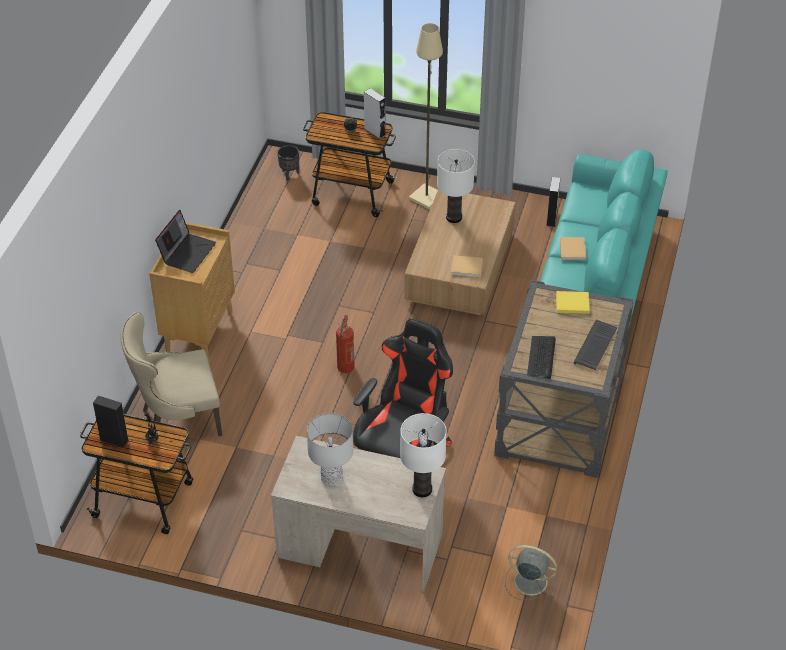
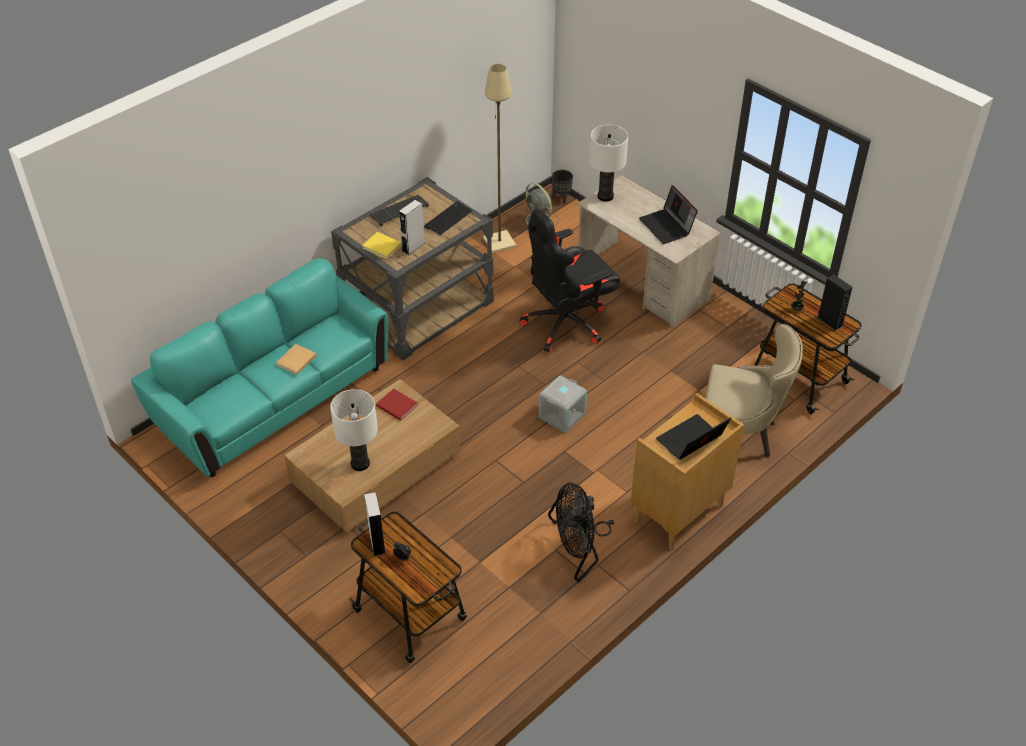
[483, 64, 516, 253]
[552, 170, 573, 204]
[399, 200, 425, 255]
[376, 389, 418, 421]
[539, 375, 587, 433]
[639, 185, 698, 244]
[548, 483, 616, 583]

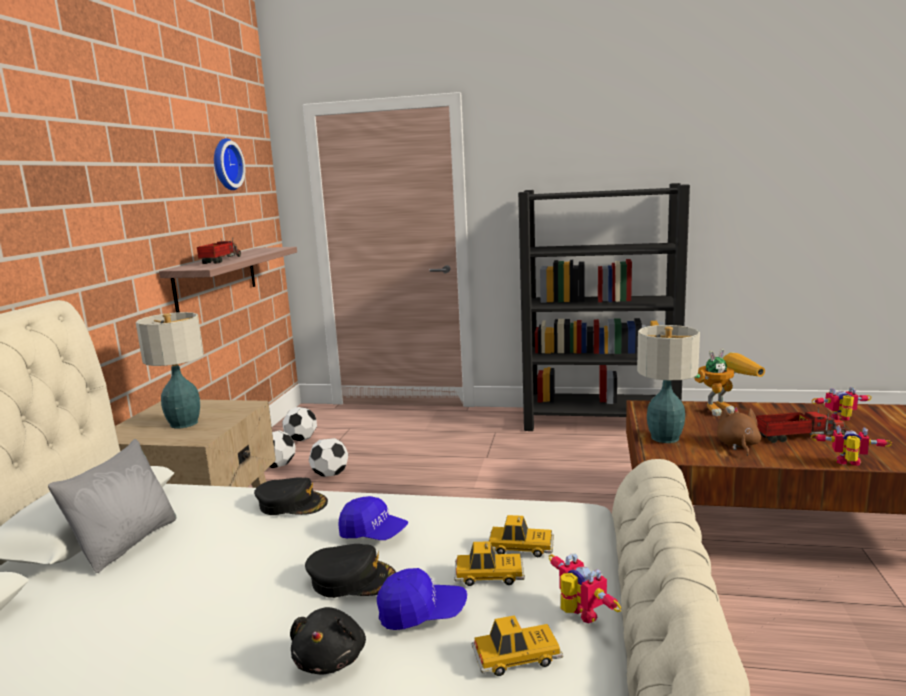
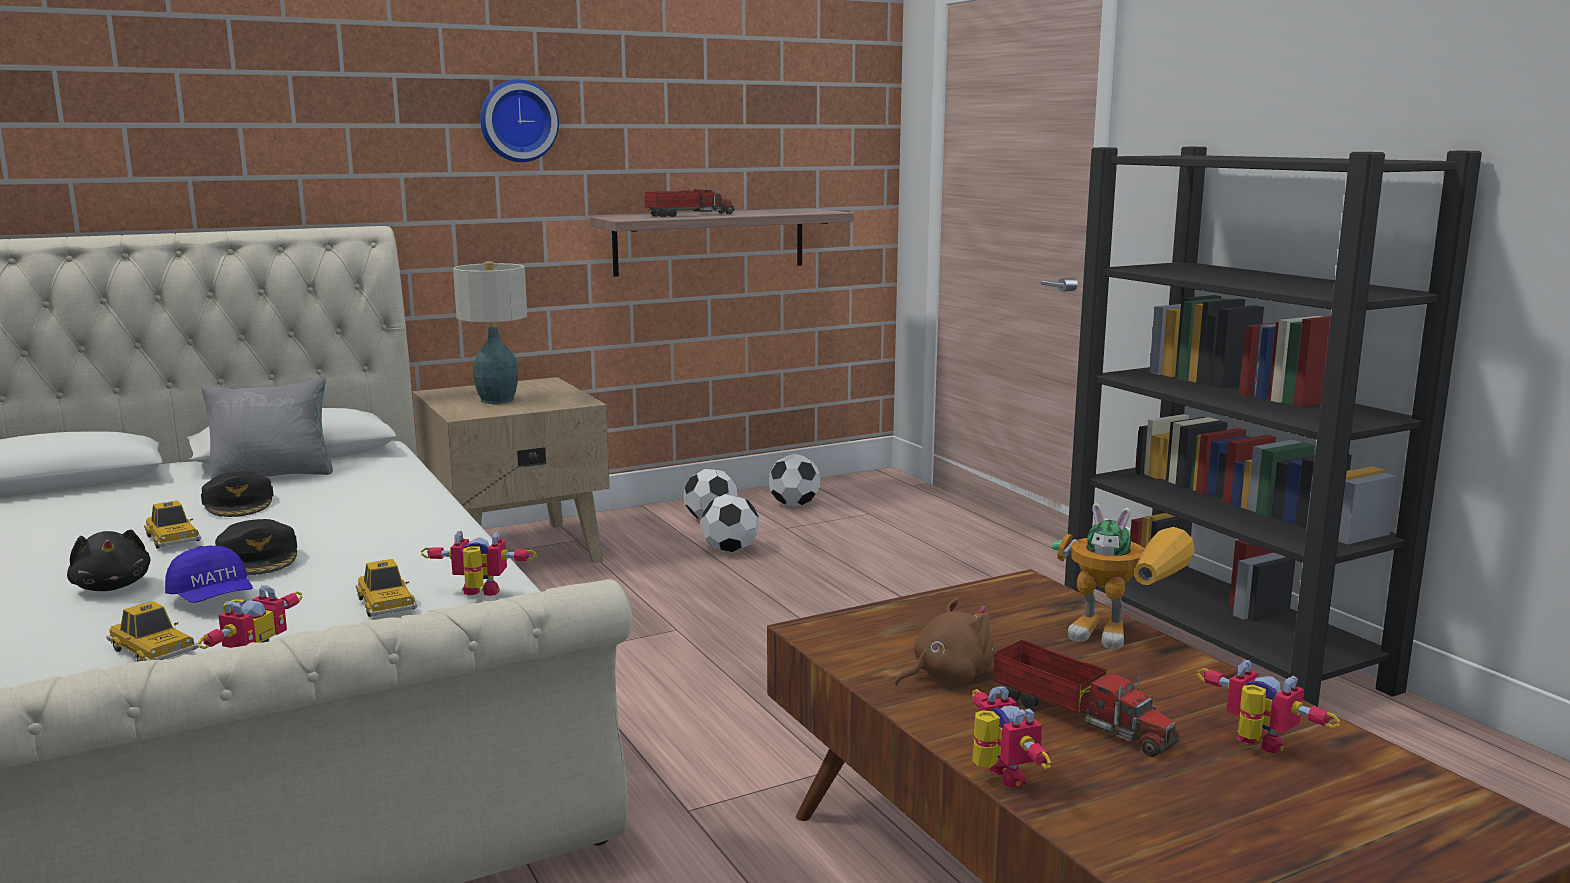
[480, 79, 559, 162]
[637, 325, 700, 443] (first image)
[201, 471, 274, 517]
[339, 496, 408, 540] (first image)
[144, 500, 201, 549]
[67, 529, 150, 591]
[421, 530, 537, 596]

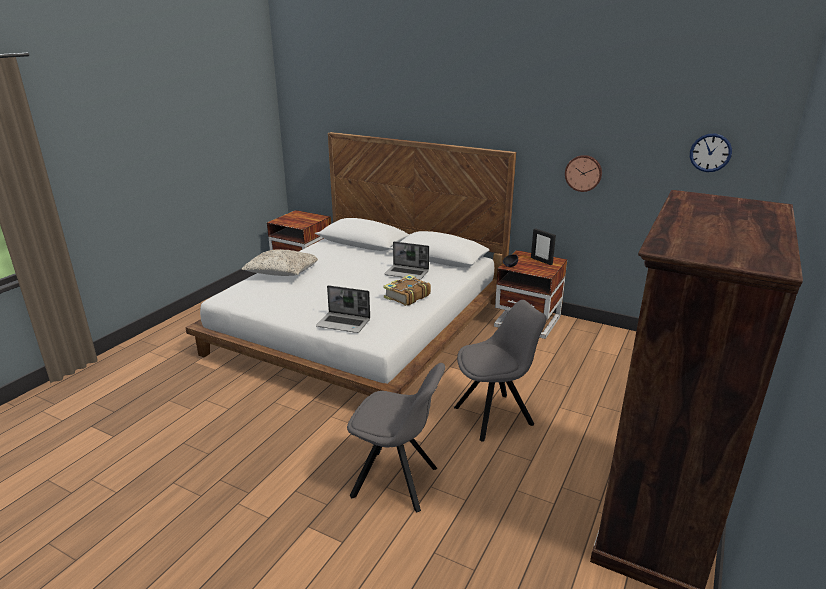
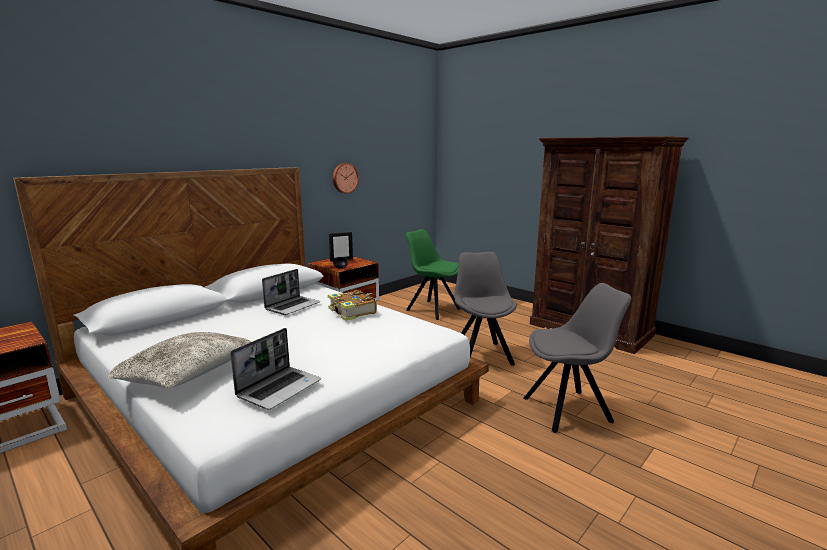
[690, 133, 732, 172] (first image)
[230, 328, 321, 410]
[523, 283, 631, 433]
[406, 229, 460, 320]

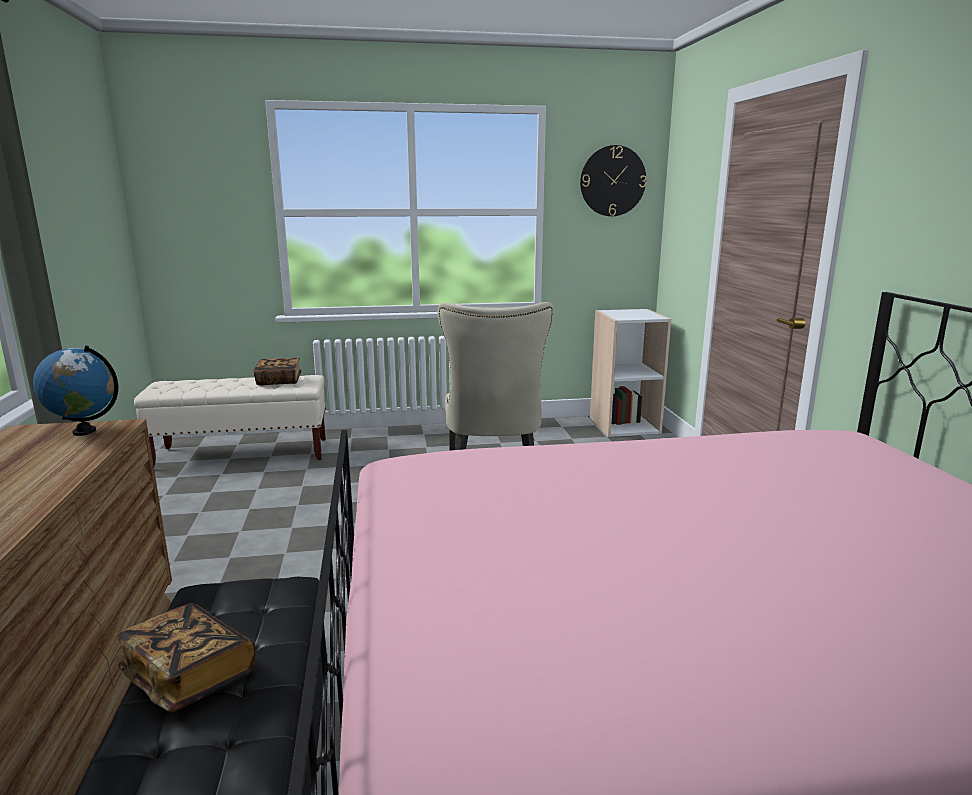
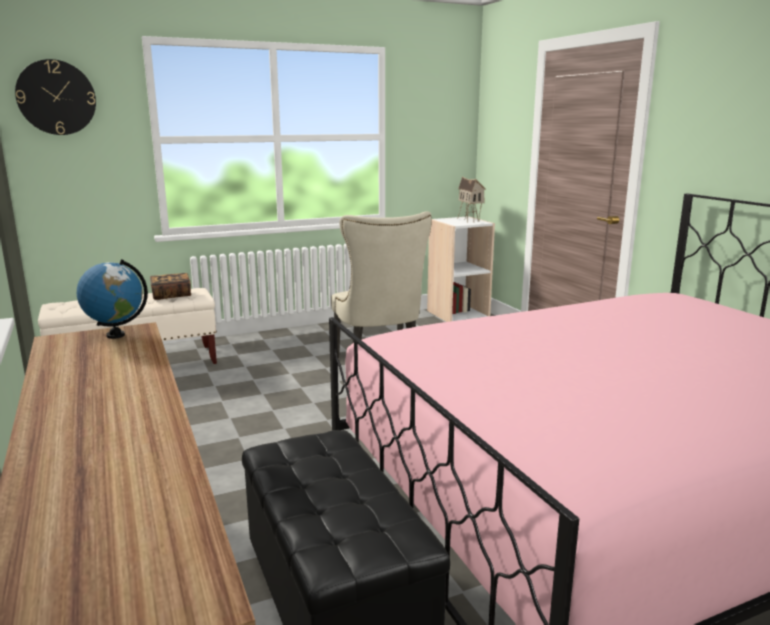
[15, 59, 96, 135]
[117, 604, 256, 712] (first image)
[457, 176, 486, 223]

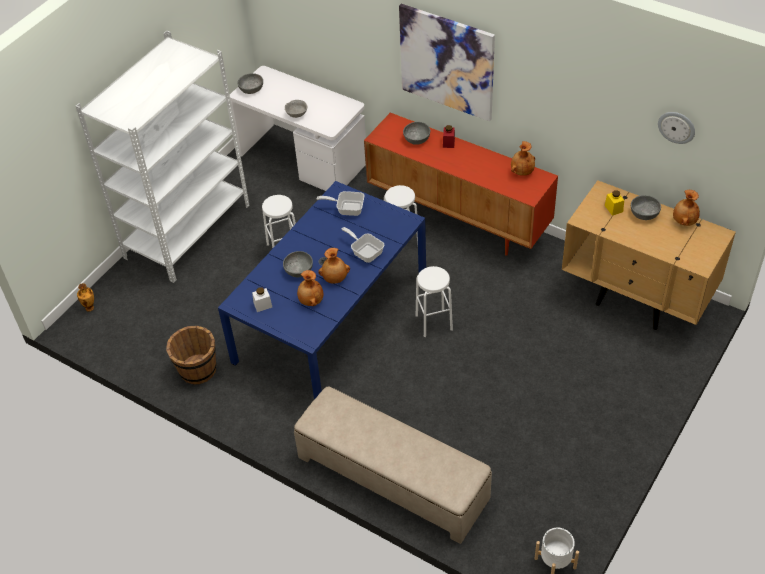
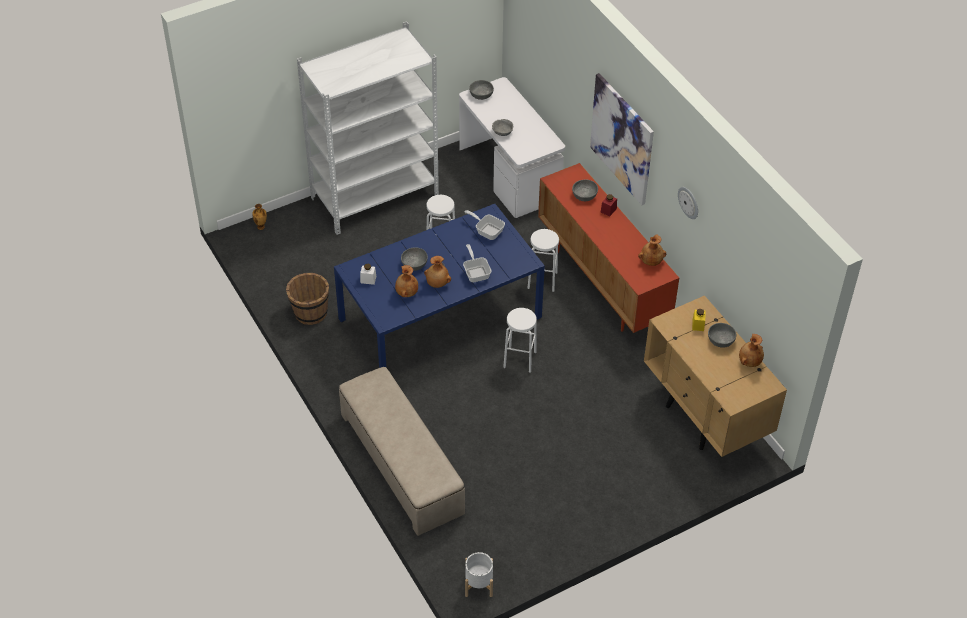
[678, 187, 698, 219]

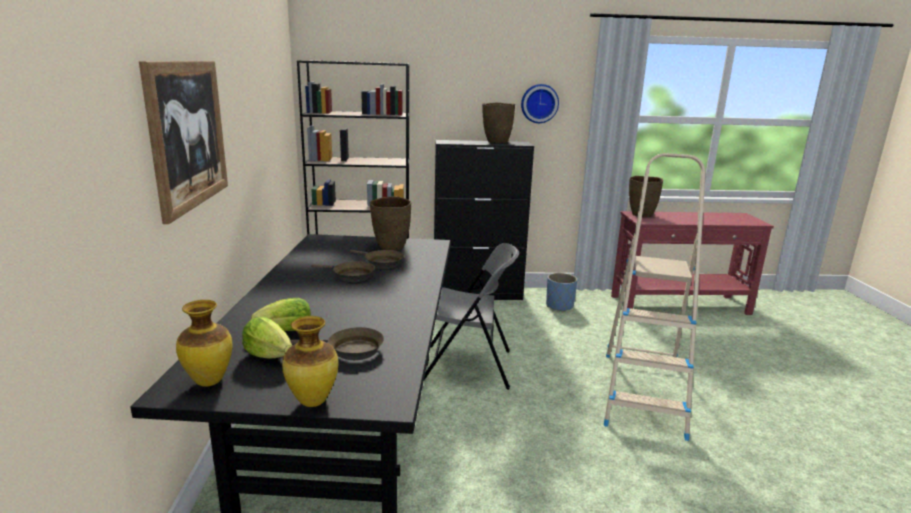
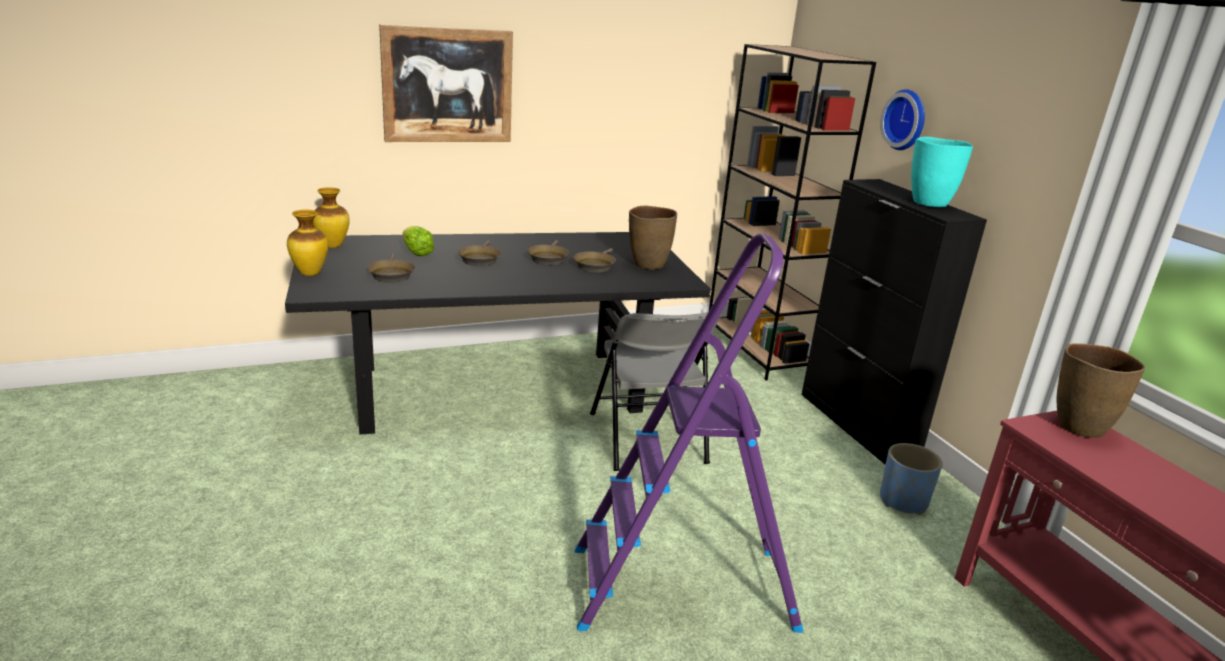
[880, 89, 925, 150]
[911, 137, 973, 207]
[574, 233, 803, 633]
[242, 316, 292, 359] (first image)
[458, 240, 501, 266]

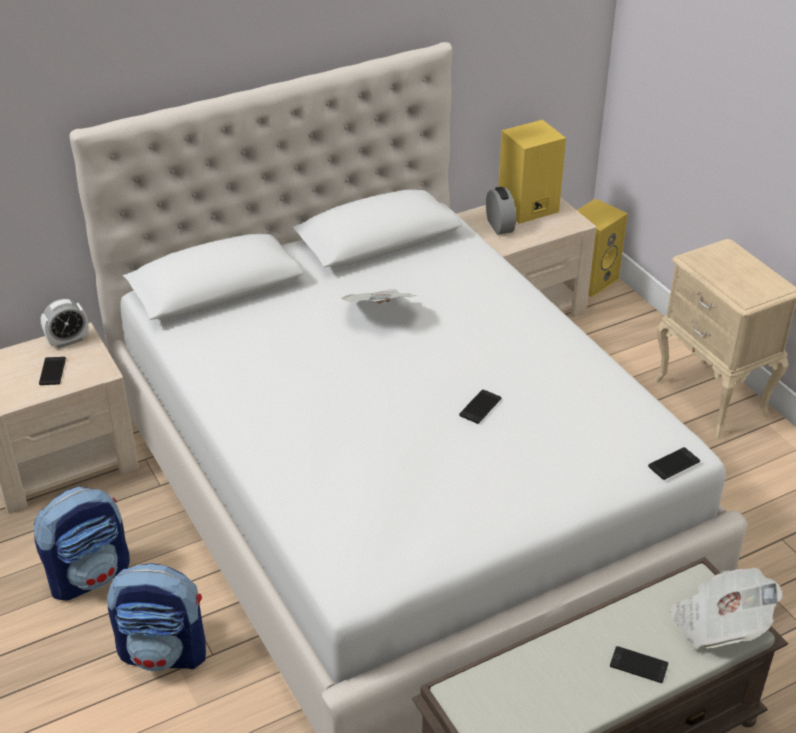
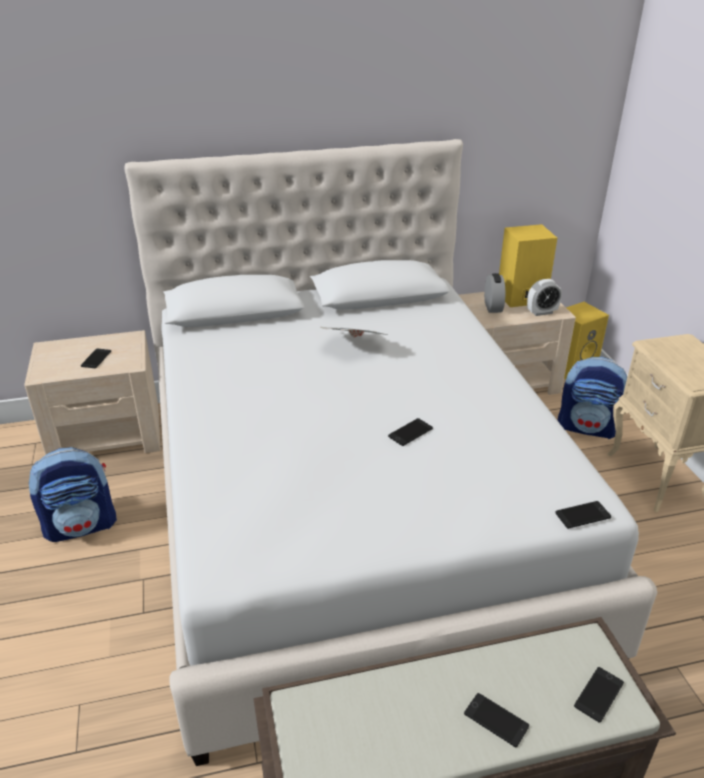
[527, 279, 562, 316]
[558, 357, 627, 439]
[574, 667, 624, 723]

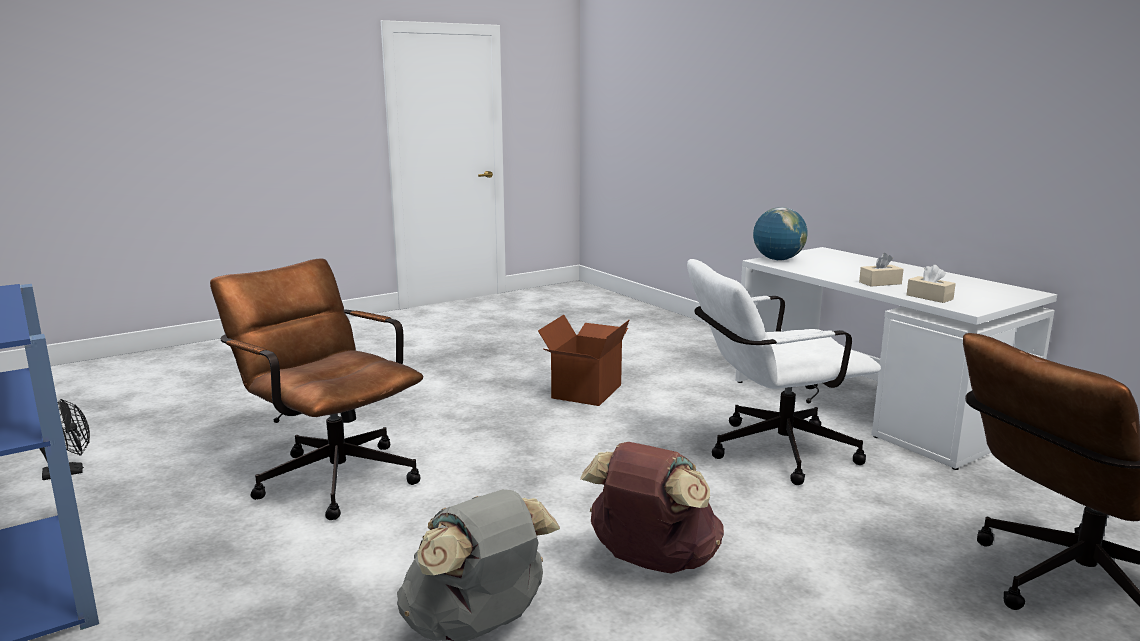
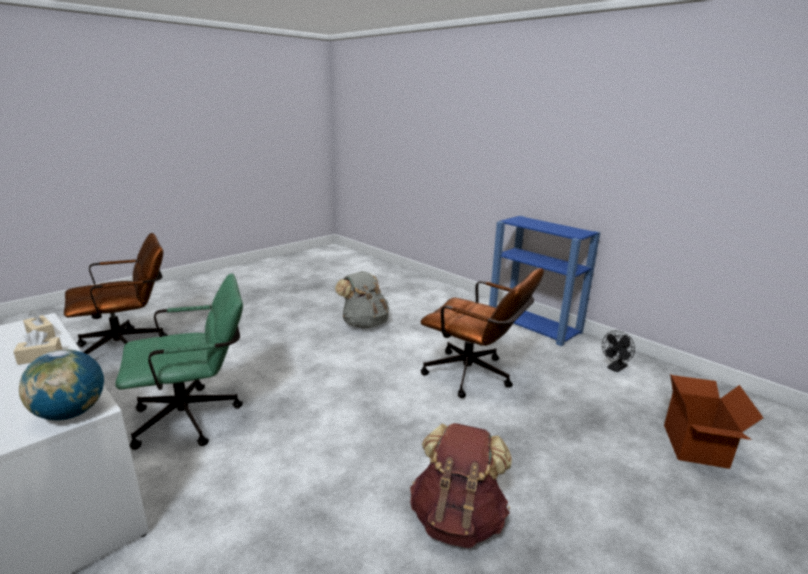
[115, 273, 243, 450]
[664, 373, 763, 469]
[410, 423, 512, 548]

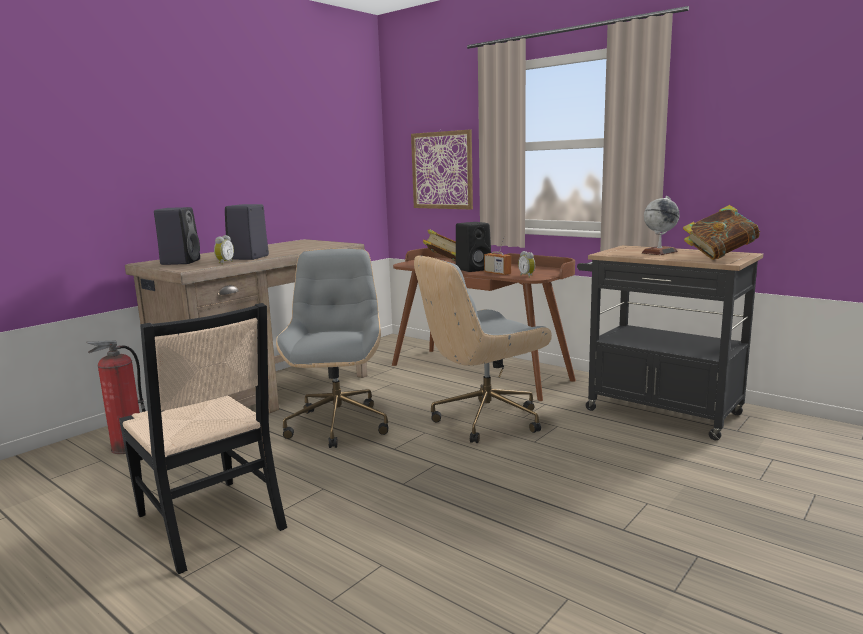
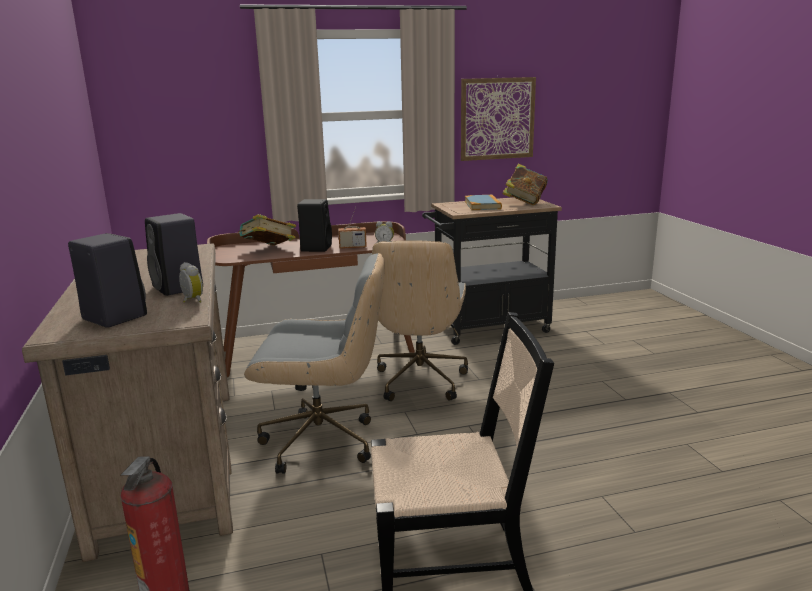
[461, 76, 536, 161]
[465, 195, 502, 210]
[244, 253, 385, 474]

